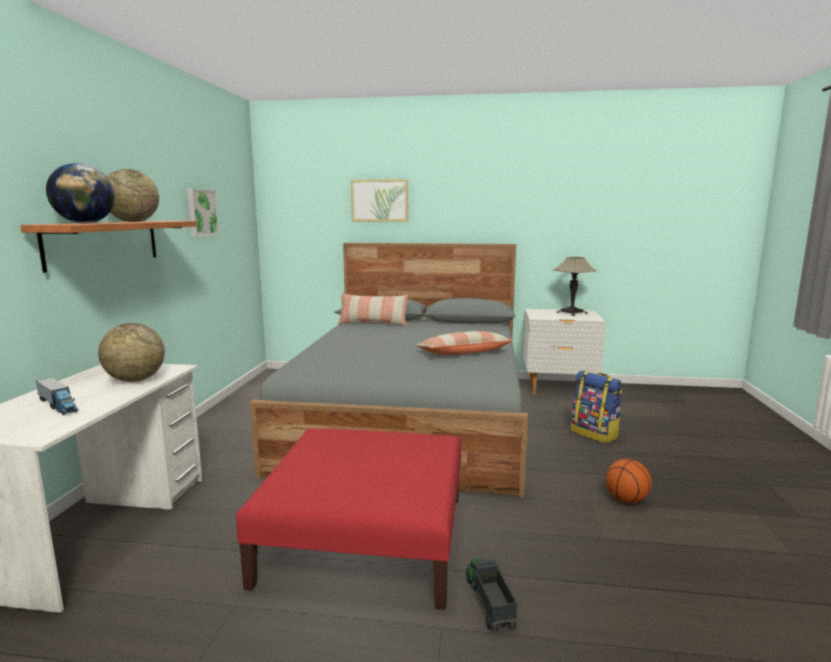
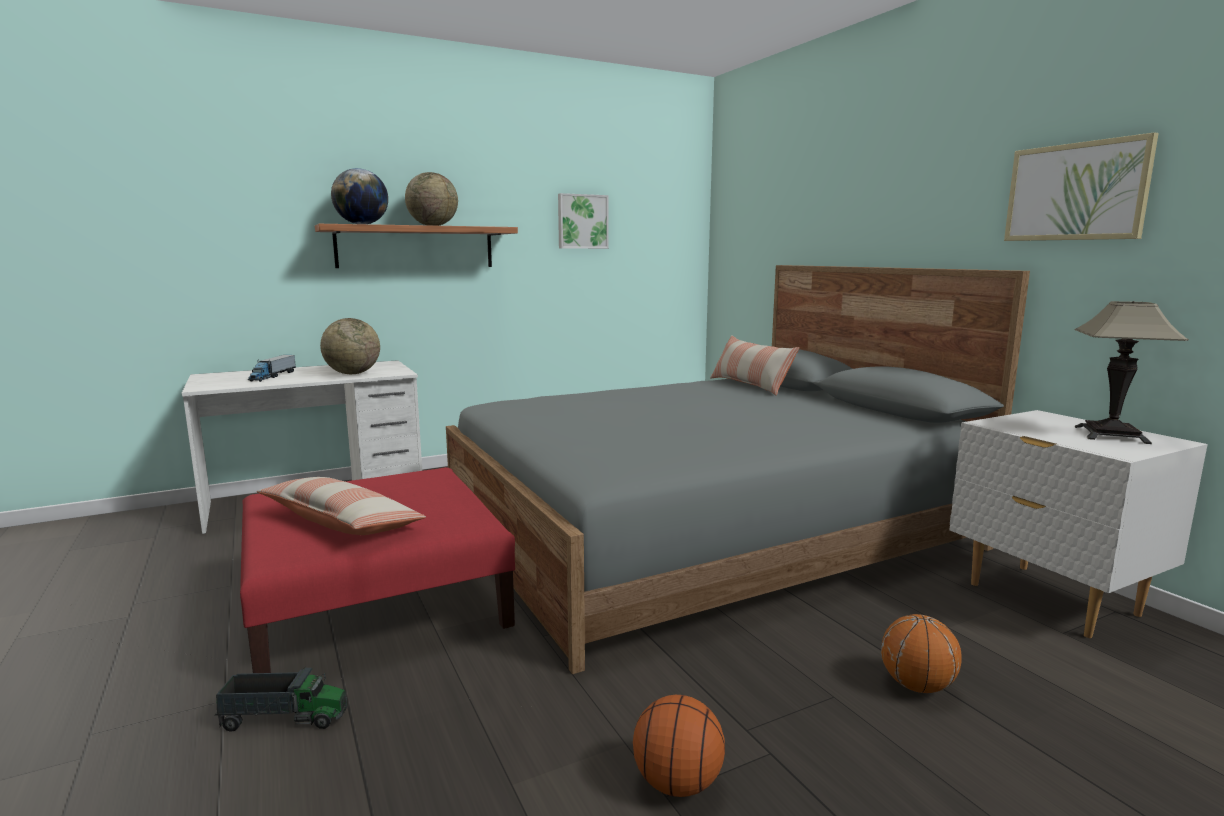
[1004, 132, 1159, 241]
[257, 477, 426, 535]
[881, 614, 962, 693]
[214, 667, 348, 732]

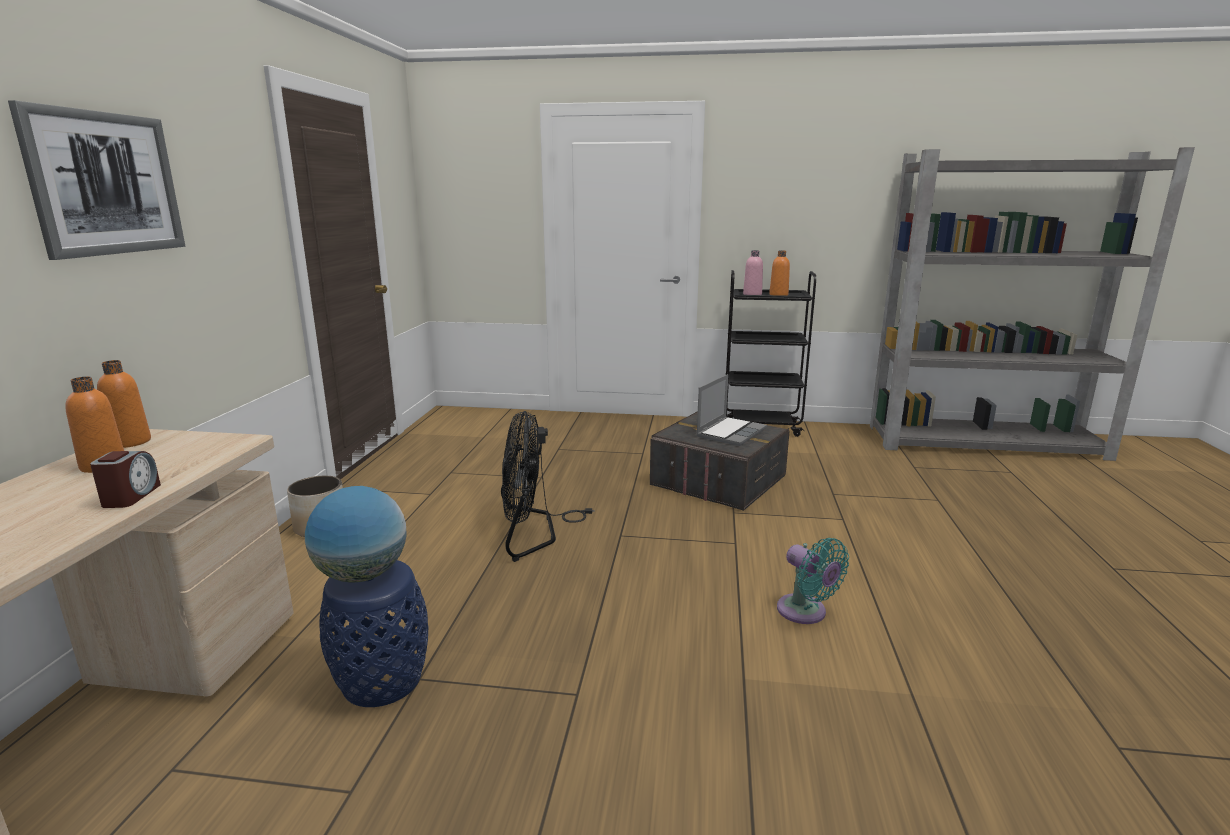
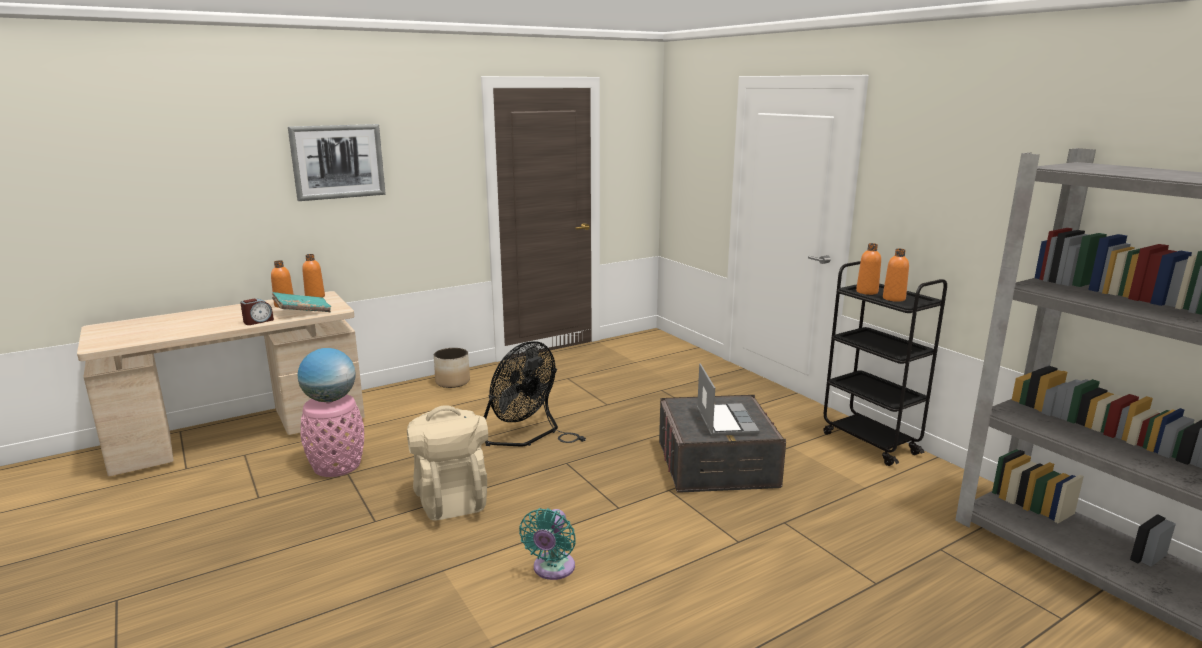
[856, 243, 881, 295]
[697, 363, 760, 436]
[301, 394, 364, 477]
[272, 292, 331, 312]
[407, 405, 488, 521]

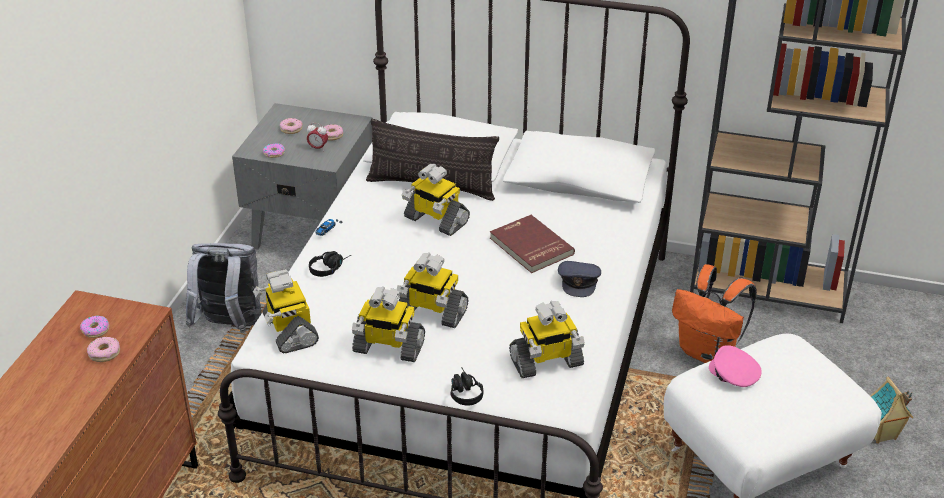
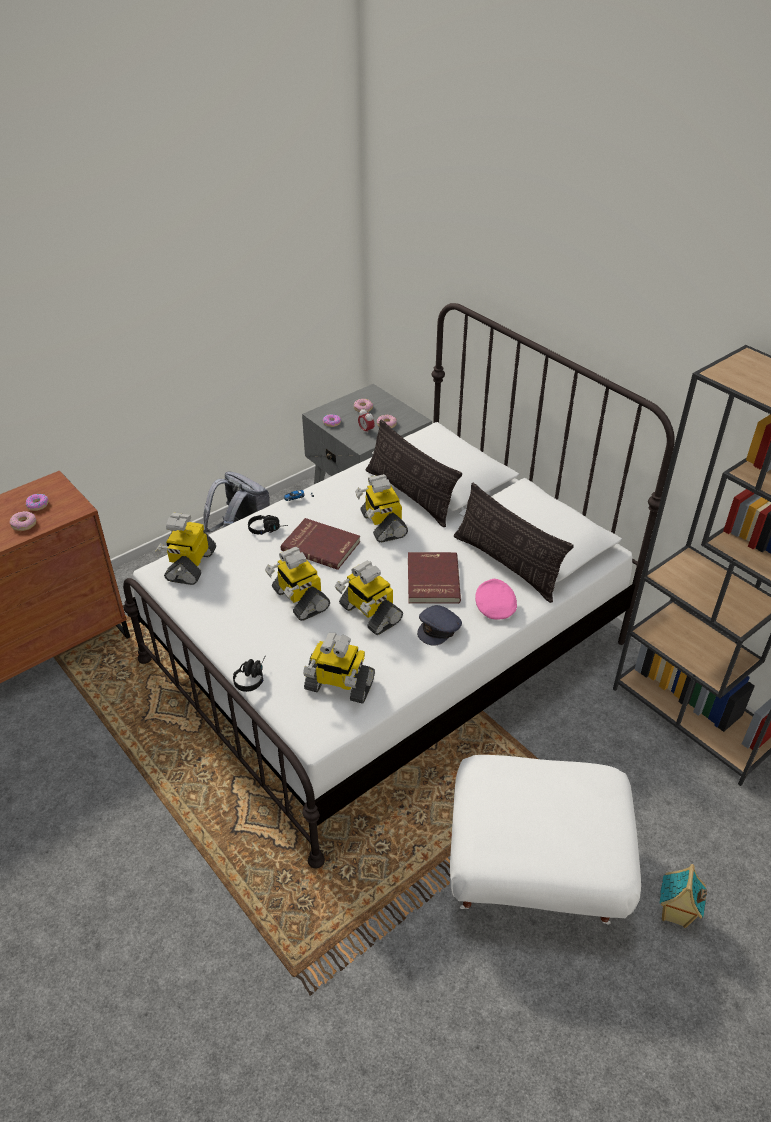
[672, 264, 757, 363] (first image)
[335, 561, 403, 635]
[475, 579, 517, 619]
[454, 483, 574, 603]
[281, 518, 361, 570]

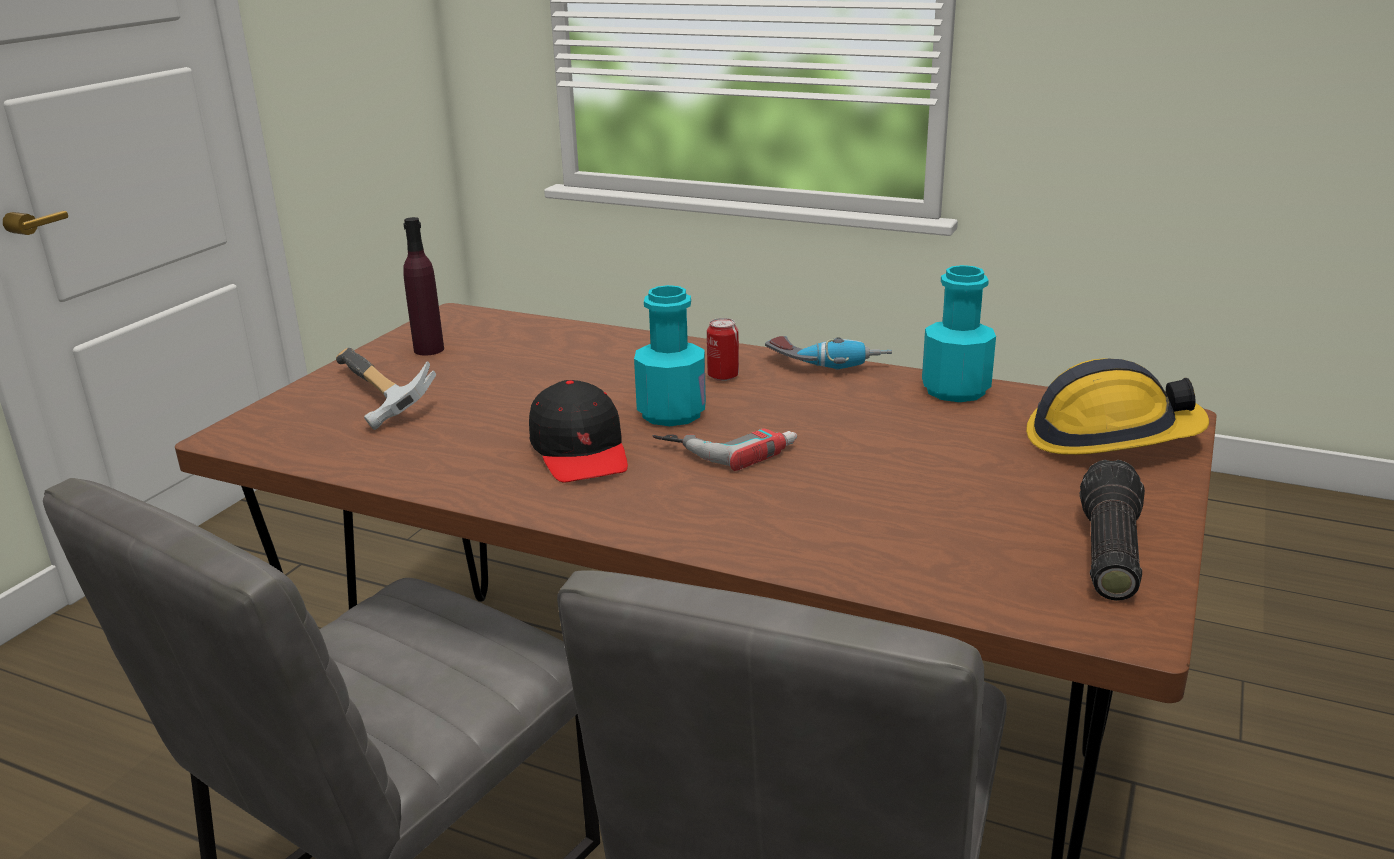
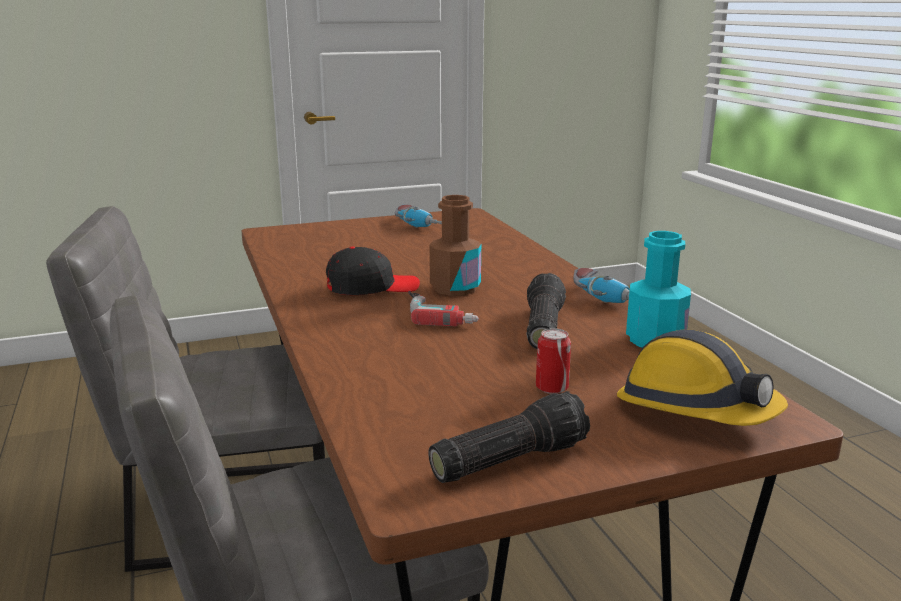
[395, 205, 442, 228]
[429, 195, 481, 296]
[536, 328, 571, 394]
[336, 348, 436, 430] (first image)
[326, 246, 420, 295]
[526, 273, 566, 349]

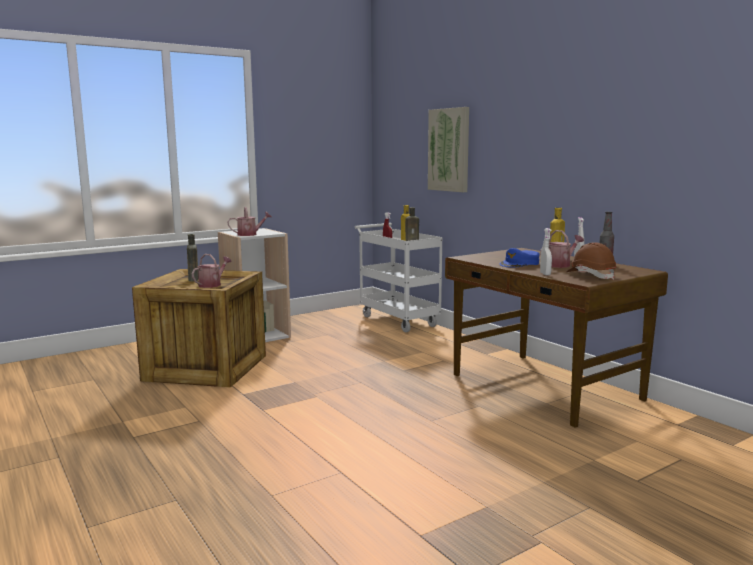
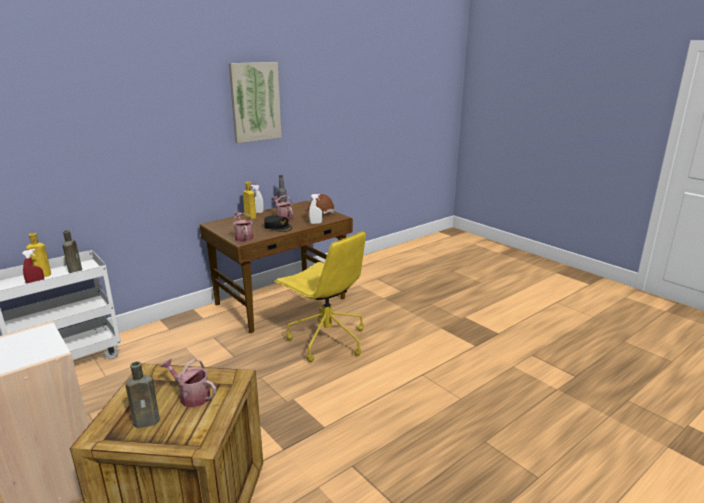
[229, 62, 282, 143]
[233, 212, 253, 242]
[264, 215, 292, 232]
[274, 231, 366, 362]

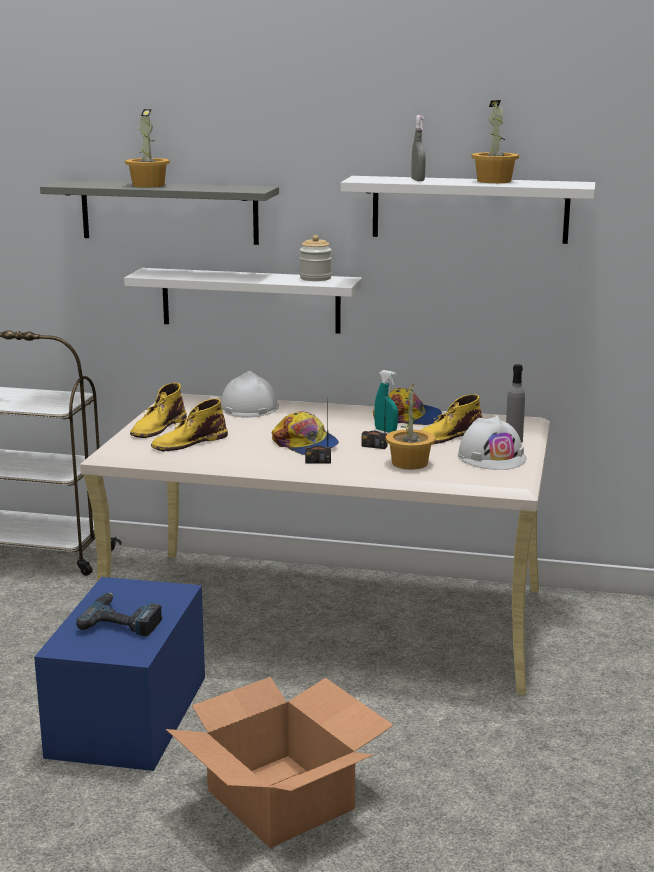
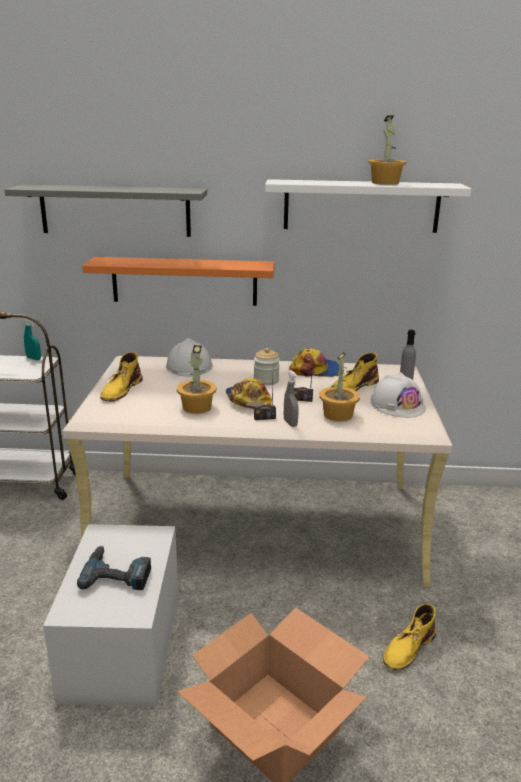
[177, 345, 217, 414]
[284, 370, 299, 427]
[254, 348, 280, 385]
[82, 257, 275, 306]
[24, 318, 41, 360]
[383, 604, 436, 671]
[226, 378, 272, 409]
[43, 524, 178, 706]

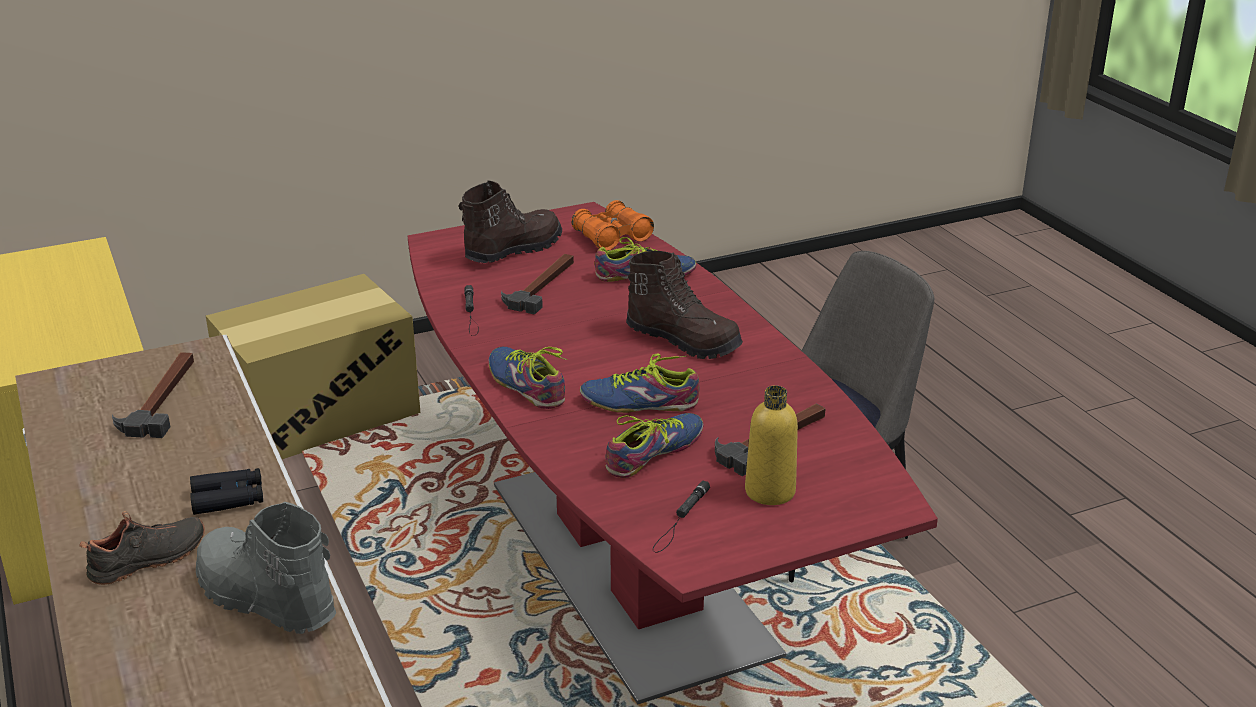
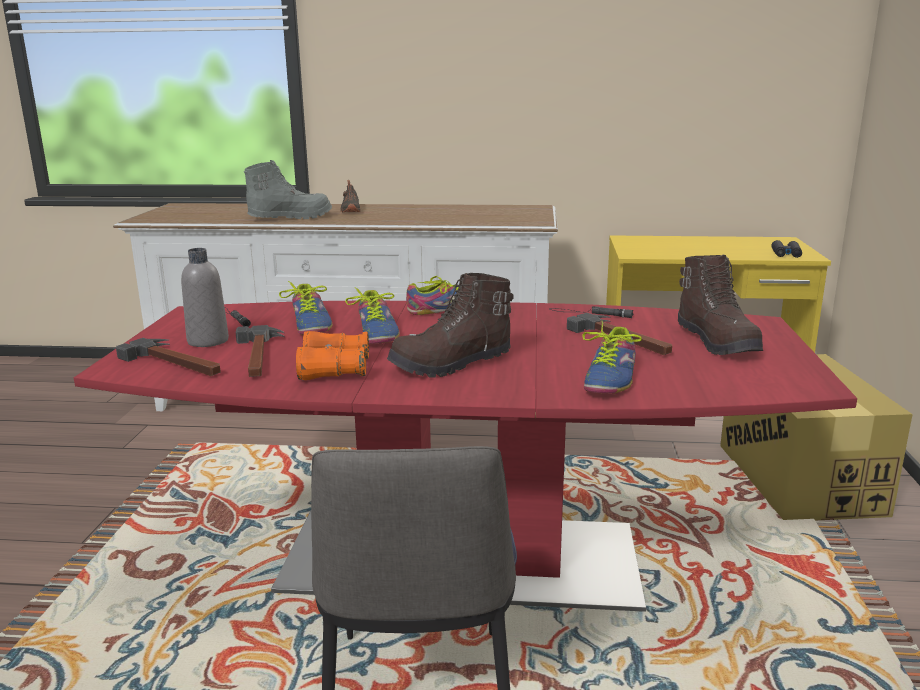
[296, 331, 369, 380]
[116, 338, 221, 376]
[345, 287, 400, 344]
[181, 248, 229, 347]
[771, 240, 802, 258]

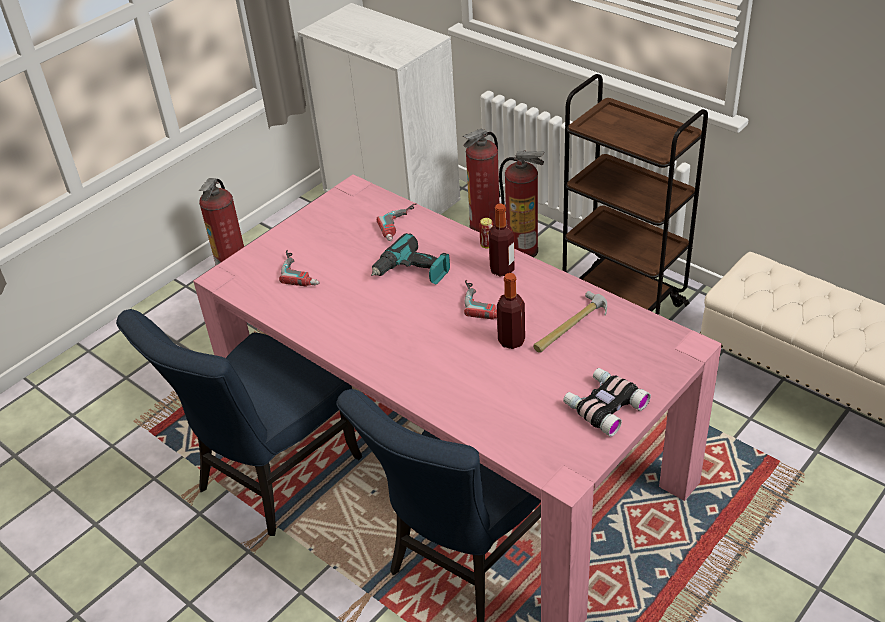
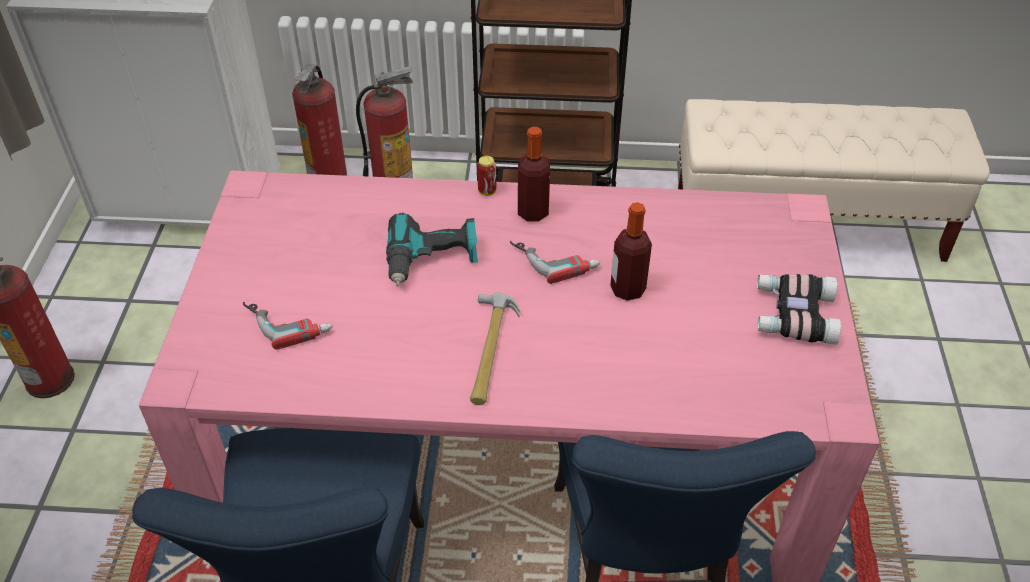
[377, 204, 416, 242] (first image)
[470, 292, 519, 405]

